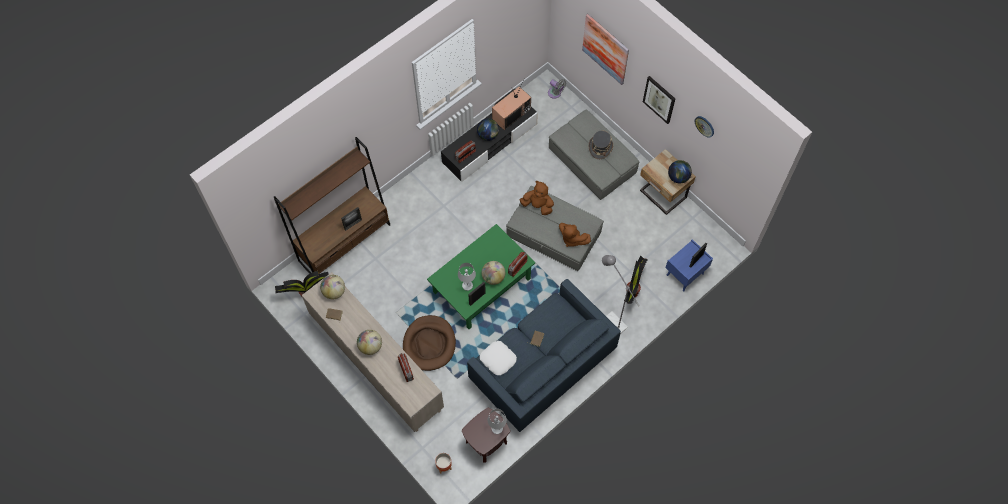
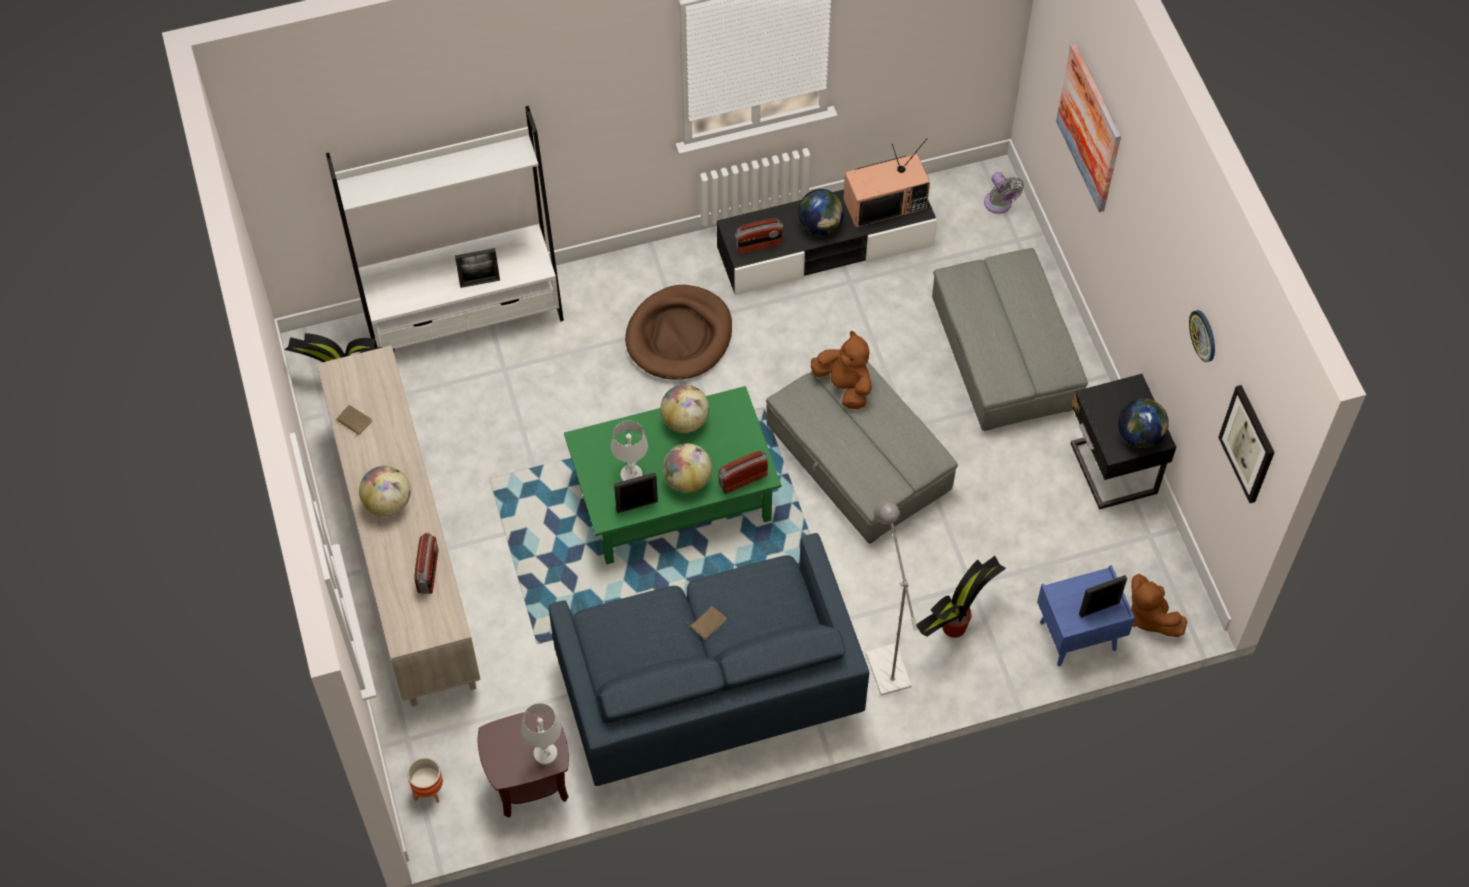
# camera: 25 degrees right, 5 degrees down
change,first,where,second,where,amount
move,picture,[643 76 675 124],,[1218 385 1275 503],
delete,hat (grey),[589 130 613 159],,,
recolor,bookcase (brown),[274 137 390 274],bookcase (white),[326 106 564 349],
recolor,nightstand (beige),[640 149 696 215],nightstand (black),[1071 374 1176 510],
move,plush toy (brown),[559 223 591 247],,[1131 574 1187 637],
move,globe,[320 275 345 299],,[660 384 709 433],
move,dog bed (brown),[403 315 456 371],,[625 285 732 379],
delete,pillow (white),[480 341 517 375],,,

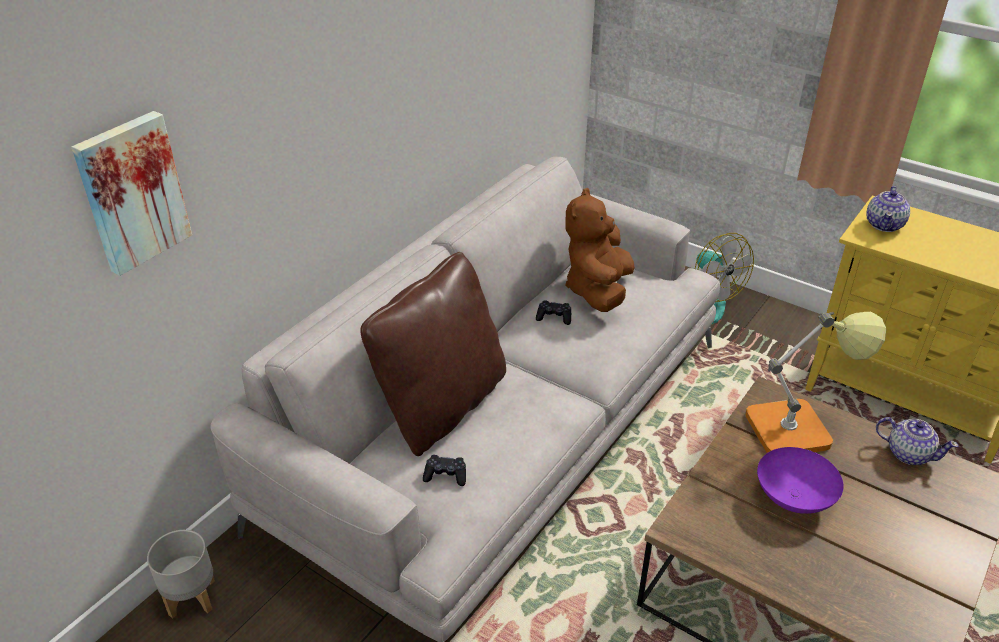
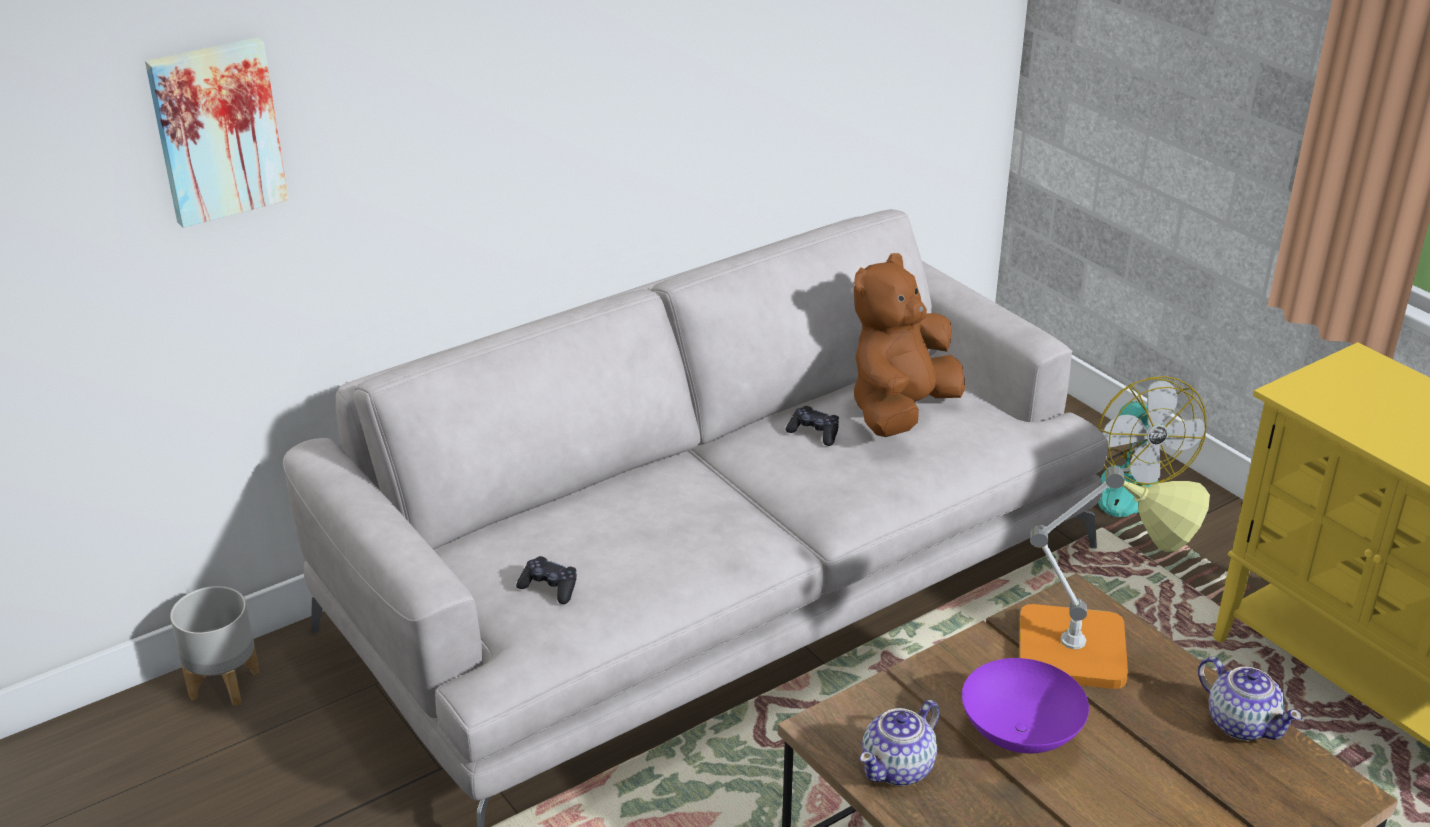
# camera: 20 degrees right, 5 degrees down
change,first,where,second,where,amount
move,teapot,[866 186 910 232],,[860 700 939 786],
delete,pillow (brown),[360 252 506 456],,,

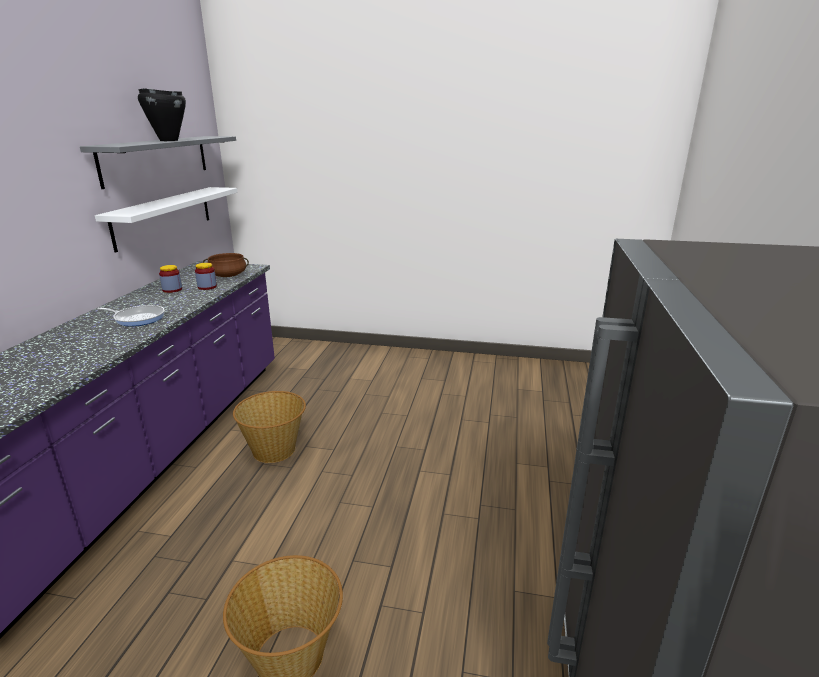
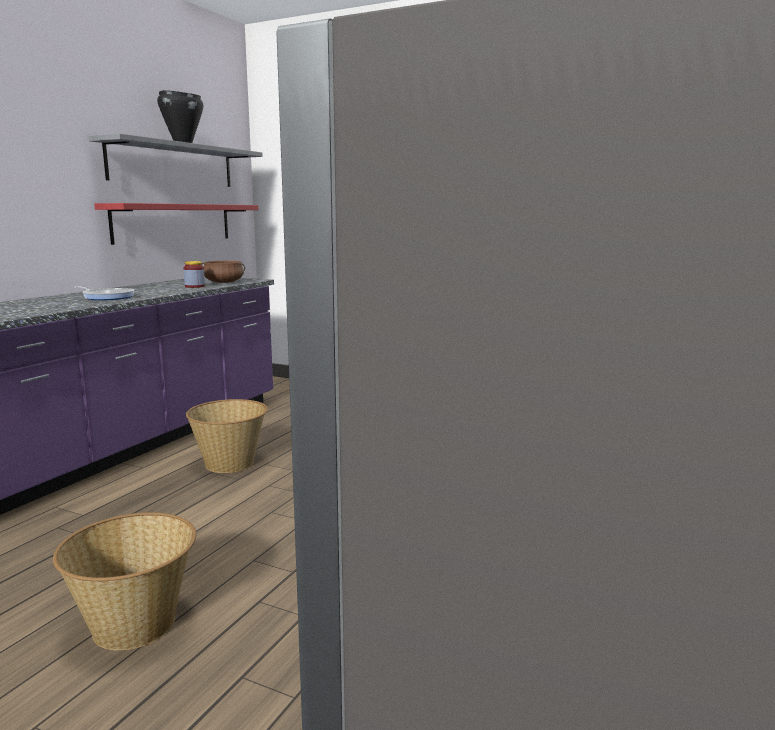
# camera: 15 degrees right, 10 degrees down
change,first,where,second,where,amount
recolor,shelf (white),[95 187 237 253],shelf (red),[94 203 259 245],
delete,jar,[159 265 182 293],,,

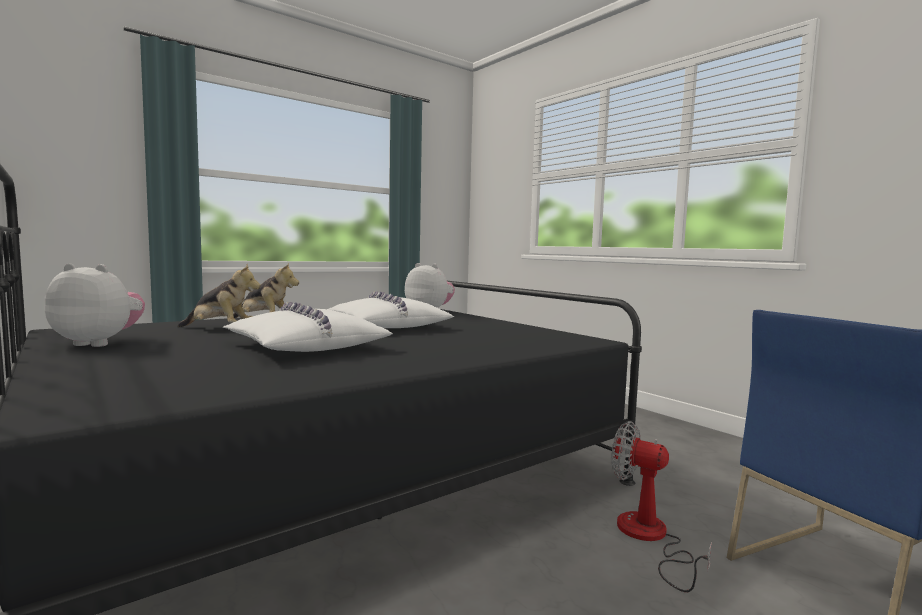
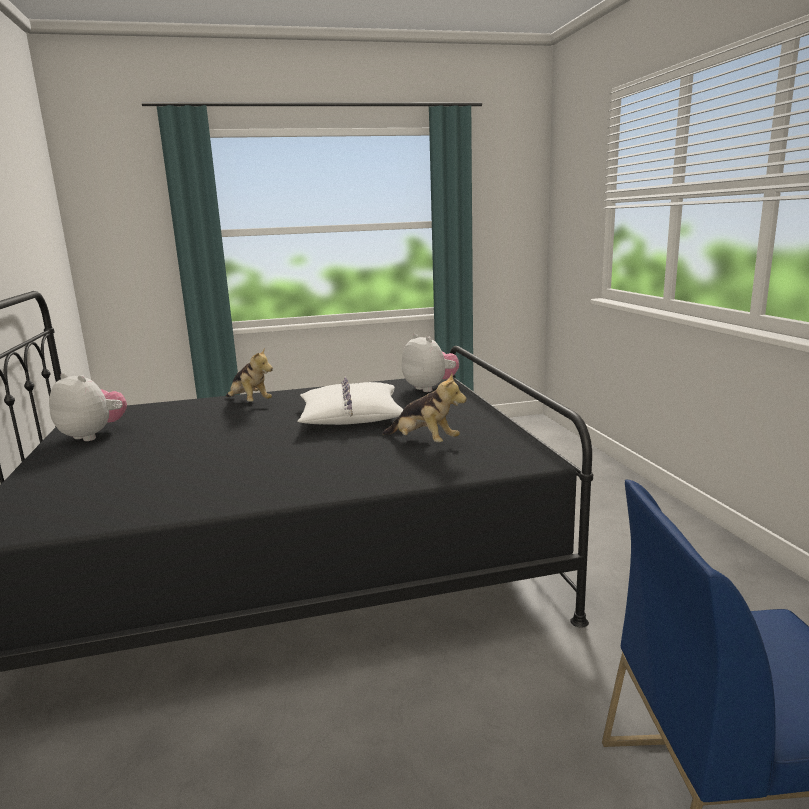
# camera: 25 degrees right, 10 degrees up
change,first,where,second,where,amount
move,plush toy,[178 264 261 327],,[382 373 467 442],
delete,pillow (white),[222 302 393 352],,,
delete,fan,[611 421 712 592],,,

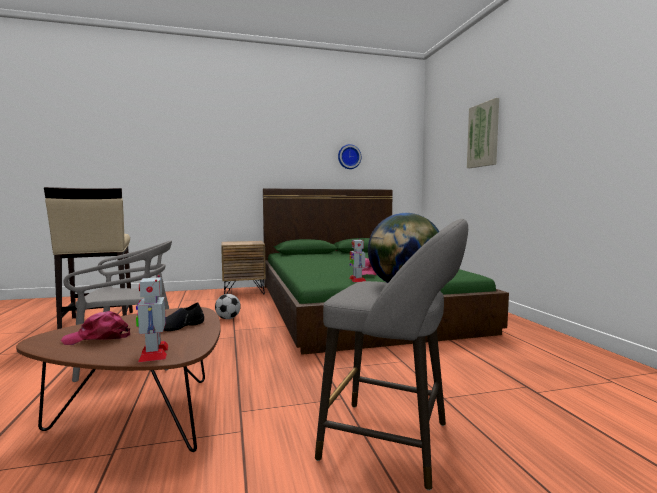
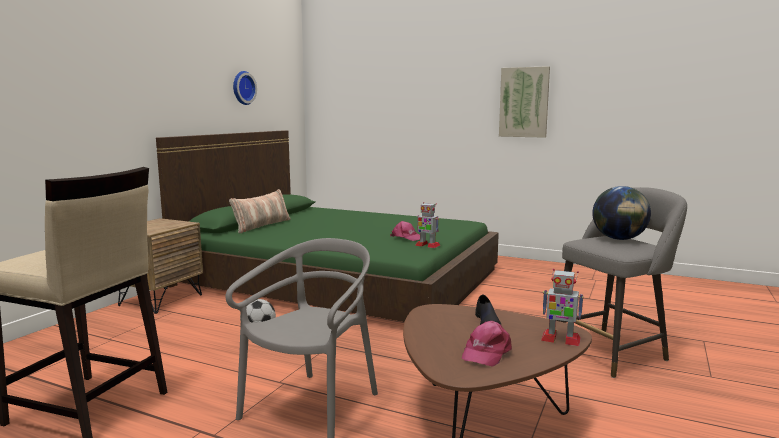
# camera: 50 degrees left, 5 degrees up
change,first,where,second,where,amount
move,picture,[467 98 499 168],,[499 66 550 138],
insert,,,pillow,[229 189 291 234],

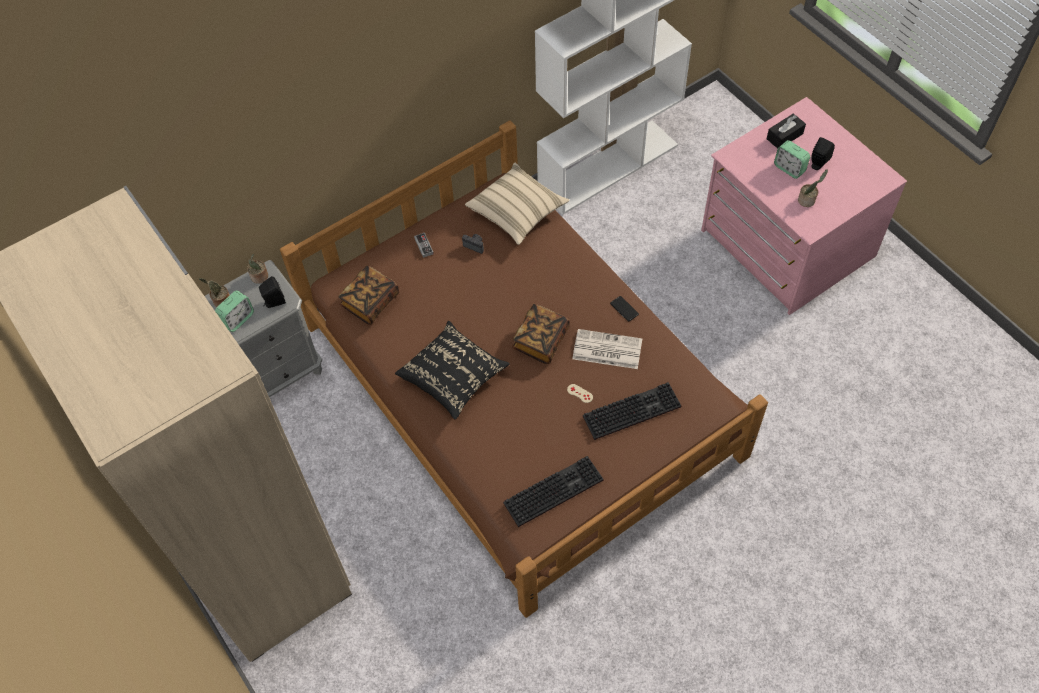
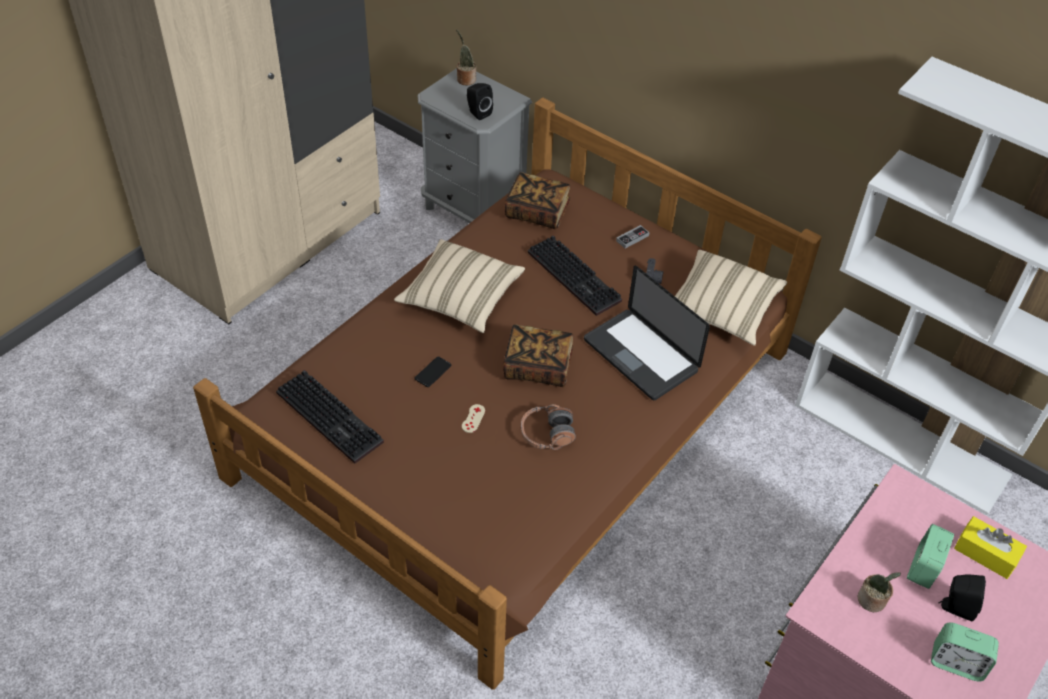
# camera: 70 degrees right, 10 degrees down
change,first,where,second,where,amount
recolor,tissue box (black),[767 114 806 149],tissue box (yellow),[954 516 1027 579],
delete,potted plant,[247 253 268 284],,,
move,alarm clock,[215 290 254 332],,[931 622 999 682],
move,phone,[610 296 639 321],,[414 357 452 387],
recolor,pillow (black),[395 321 510 419],pillow (beige),[394 239 525 333],
replace,newspaper,[572 329 643 369],headphones,[521 404 576 450],
move,keyboard,[583 382 681 440],,[528 235 622 316],
insert,,,laptop,[584 266 710 400],

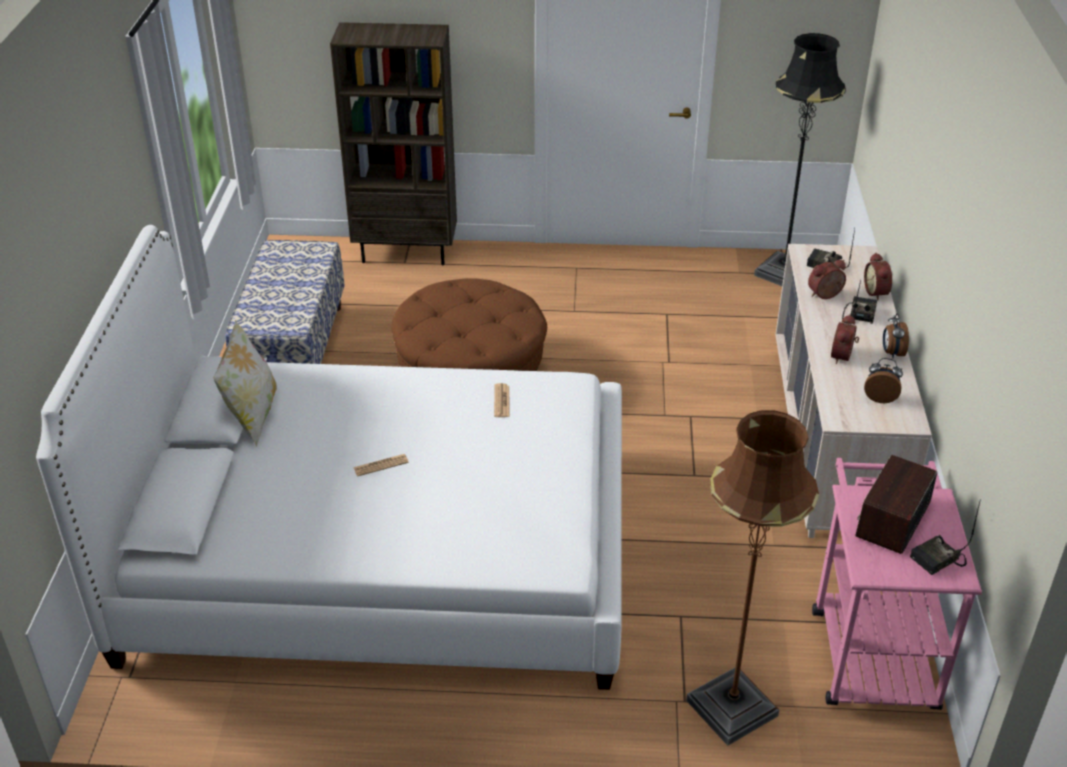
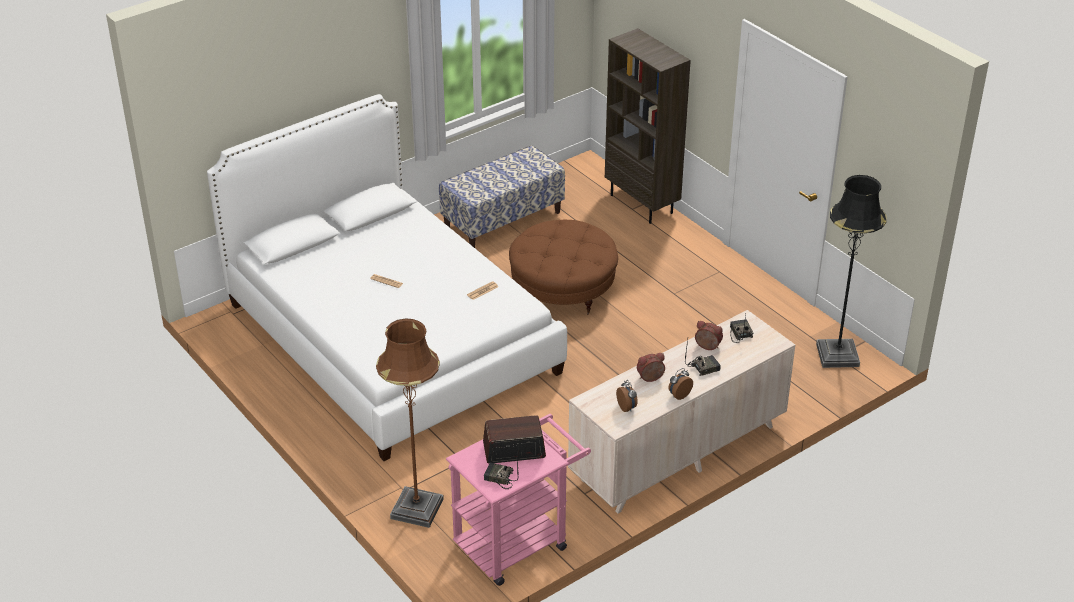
# camera: 50 degrees right, 0 degrees up
change,first,where,second,where,amount
delete,alarm clock,[864 252 892 300],,,
delete,pillow,[213 320 277 446],,,

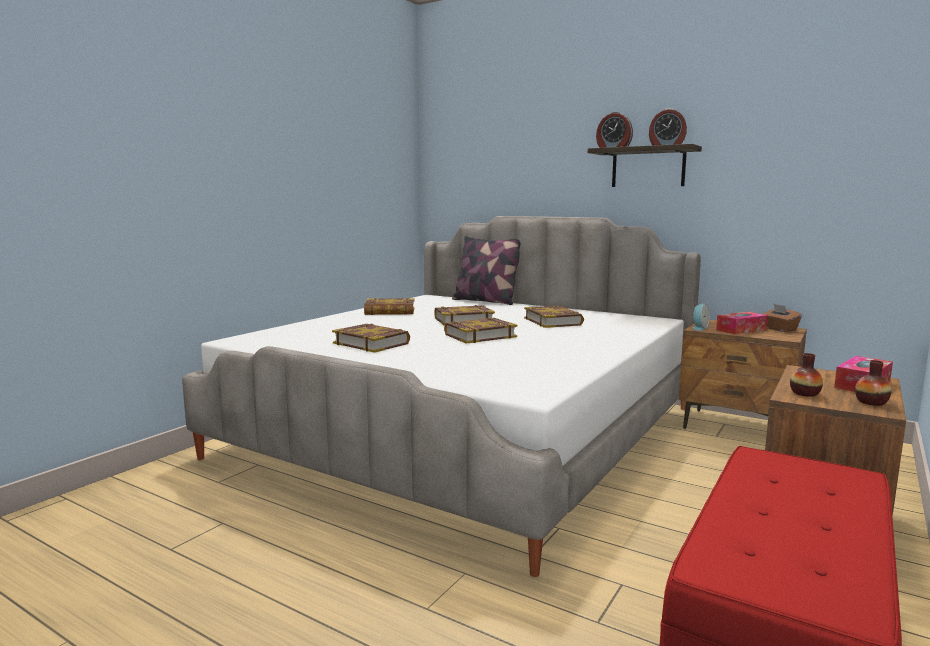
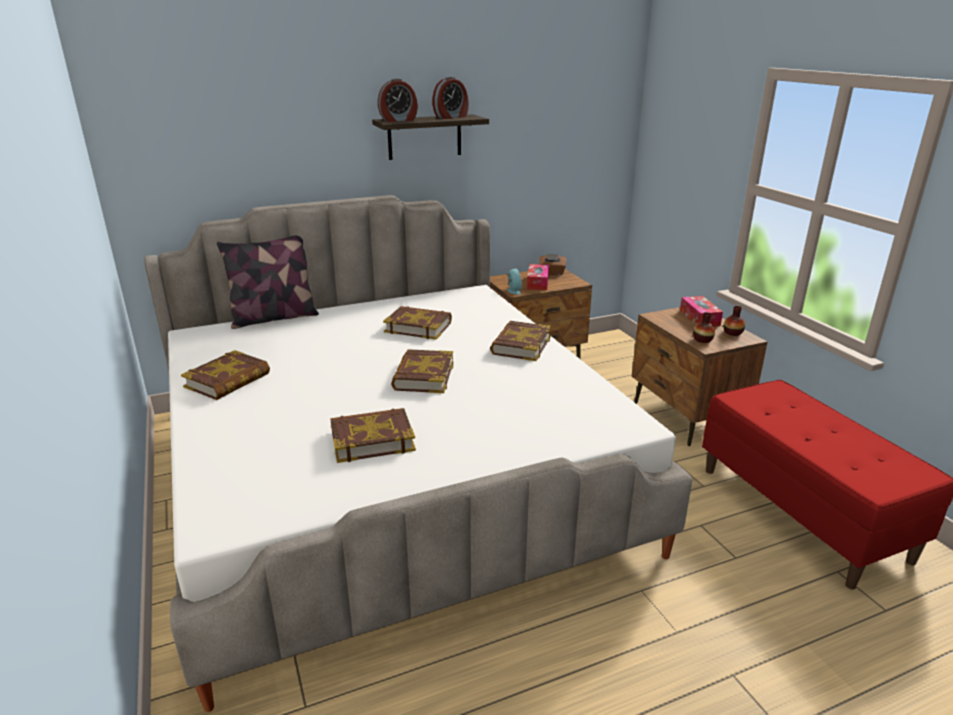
# camera: 55 degrees left, 15 degrees up
change,first,where,second,where,amount
move,book,[434 305 495 326],,[490 321 551 361],

